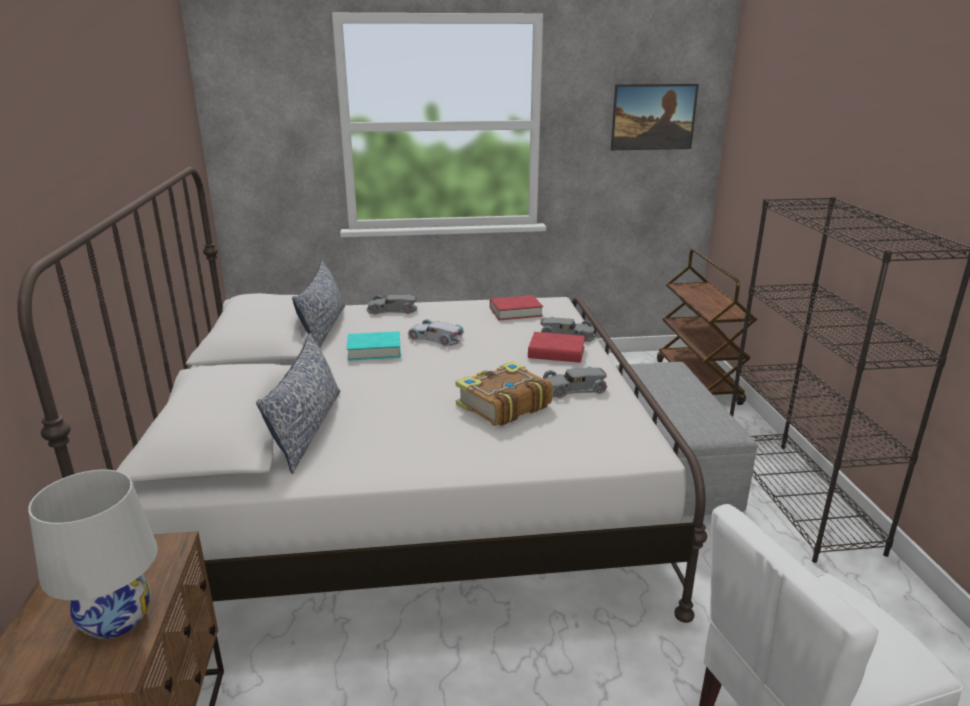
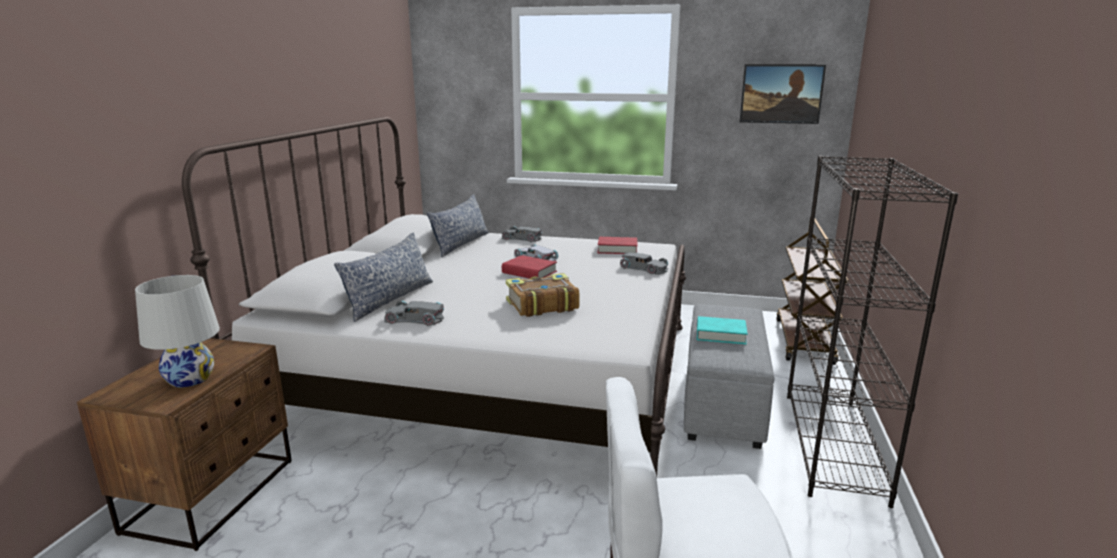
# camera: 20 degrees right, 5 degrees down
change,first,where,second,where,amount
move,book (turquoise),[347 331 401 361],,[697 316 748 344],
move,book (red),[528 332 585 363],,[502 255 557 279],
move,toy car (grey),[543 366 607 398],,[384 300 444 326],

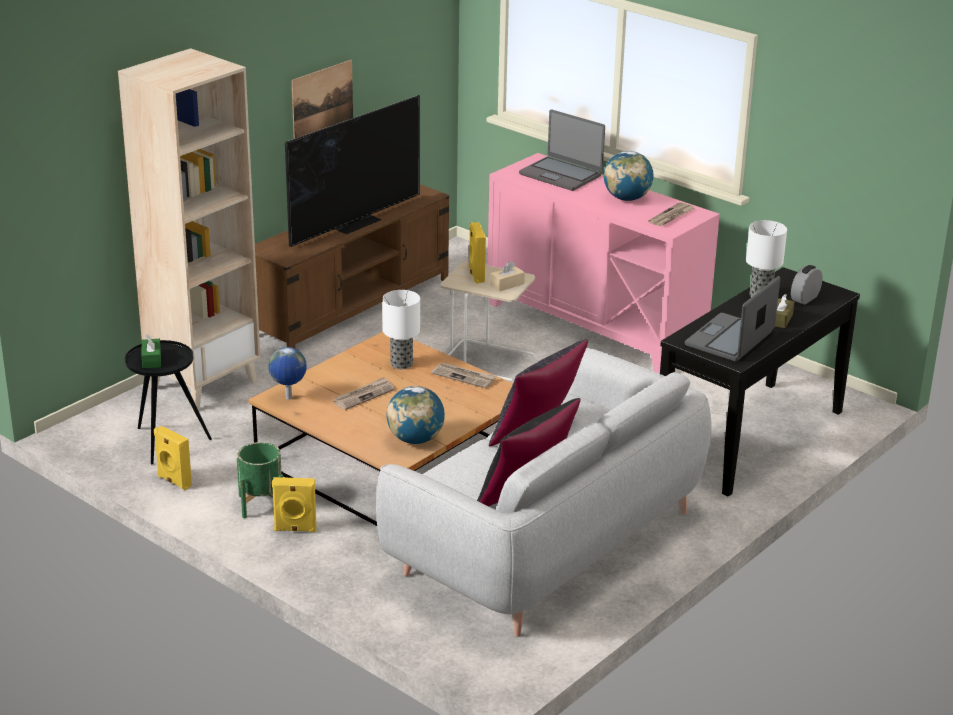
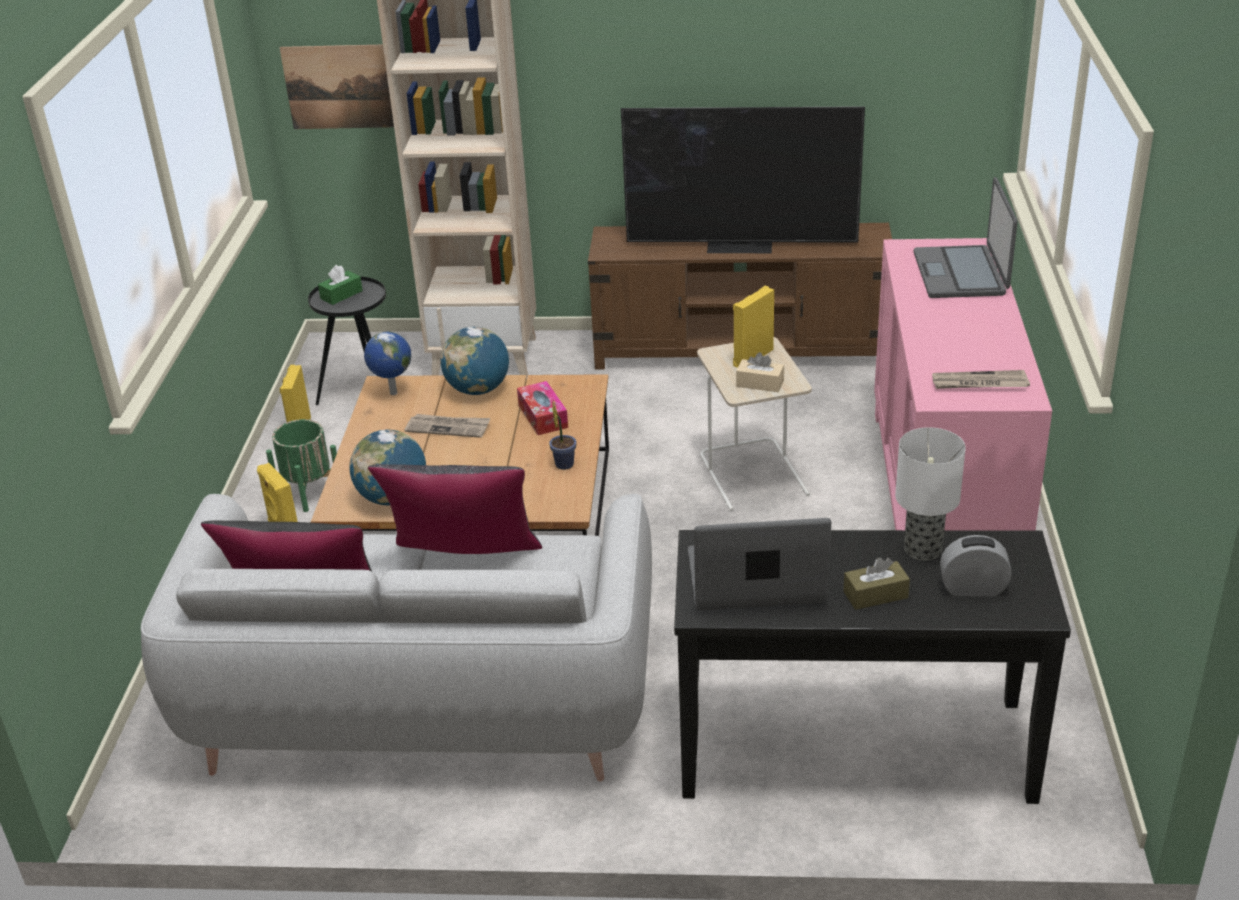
# camera: 55 degrees right, 5 degrees up
change,first,where,second,where,amount
move,picture,[292 60 353 139],,[280 45 394 129],
move,globe,[604 151 653 201],,[440 327 509 395],
replace,table lamp,[383 290 420 369],tissue box,[517 381 568 435],
replace,newspaper,[431 363 497 389],potted plant,[549 400 576 470],

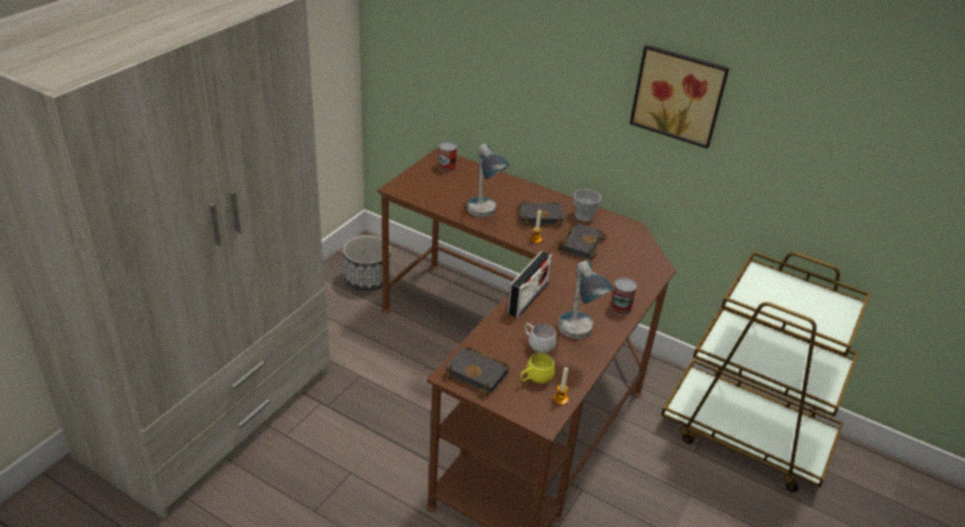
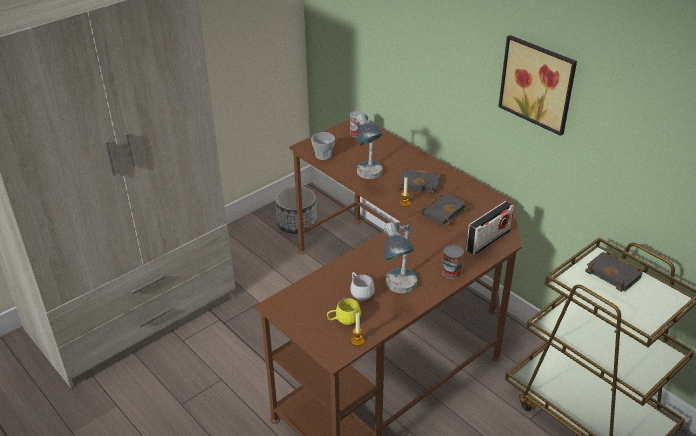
# camera: 20 degrees right, 0 degrees up
change,first,where,second,where,amount
move,cup,[574 189 601 222],,[311 132 335 160],
move,radio,[507 251 552 318],,[466 201 514 255],
move,book (black),[444 346 510 395],,[585 252 643 292],

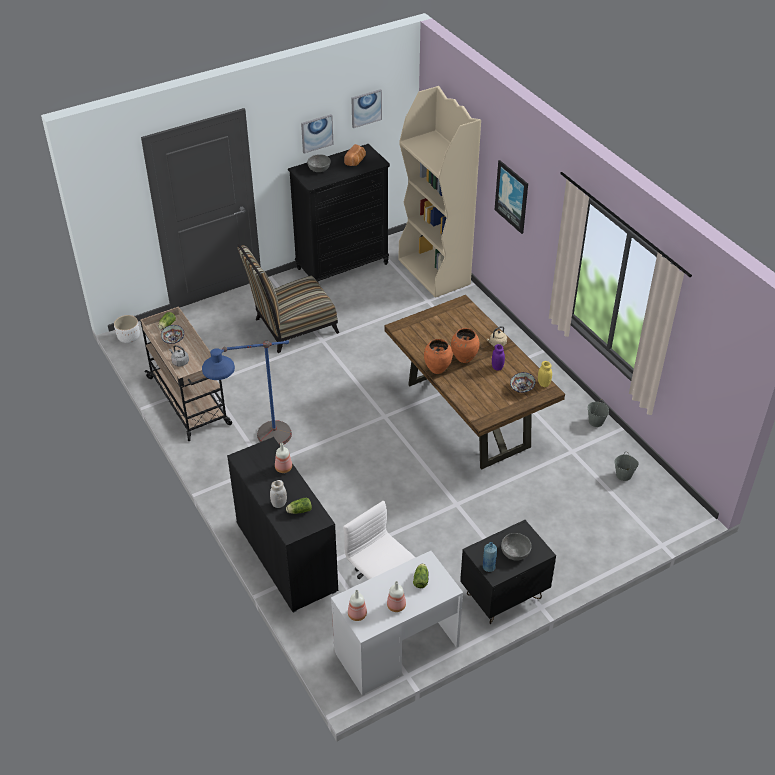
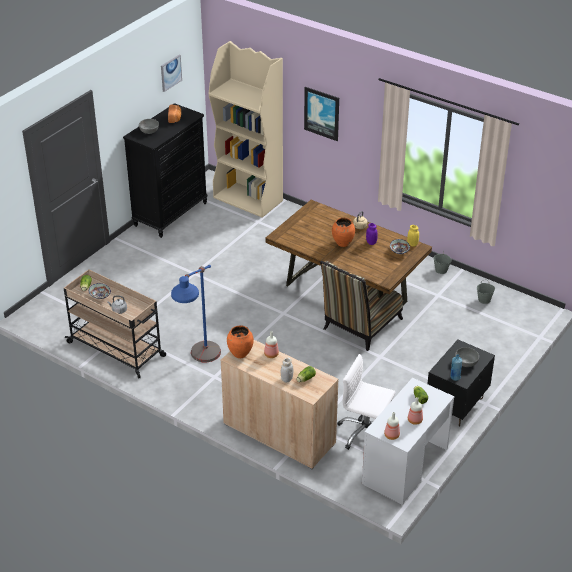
# camera: 25 degrees left, 5 degrees down
change,first,where,second,where,amount
delete,picture,[301 114 334 154],,,
move,chair,[237 244 340 353],,[320 261 403 351],
delete,planter (white),[114 315 140 343],,,
move,vase (orange),[424 339 453 374],,[227 325 254 358],
recolor,cabinet (black),[227 437 338 613],cabinet (beige),[220 340 338 469],

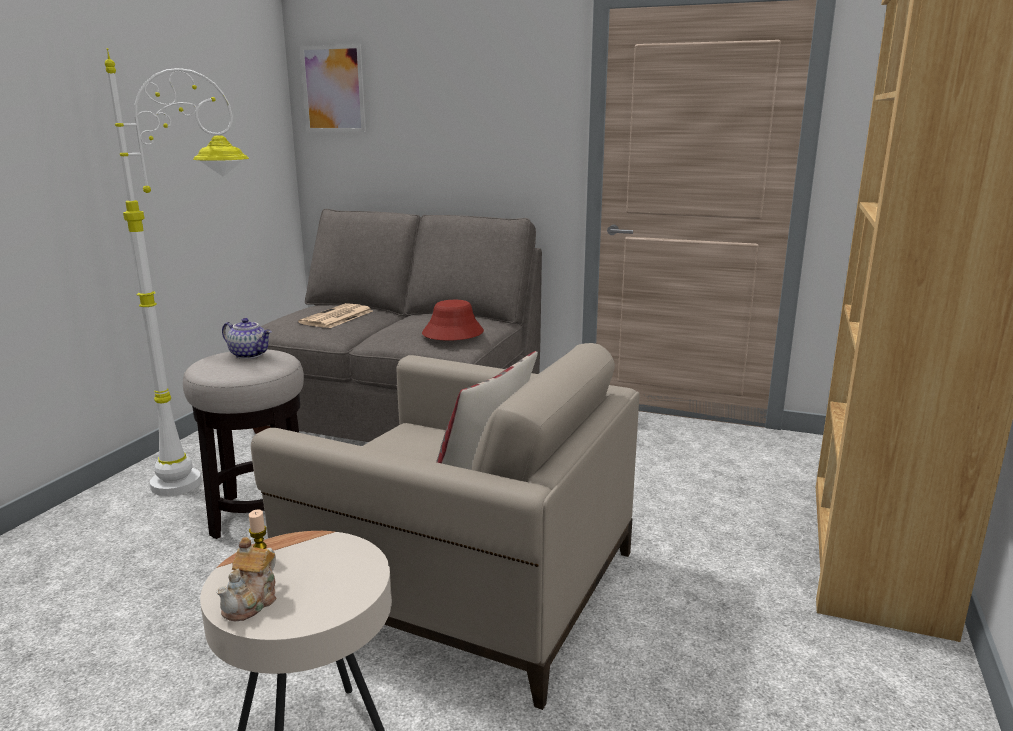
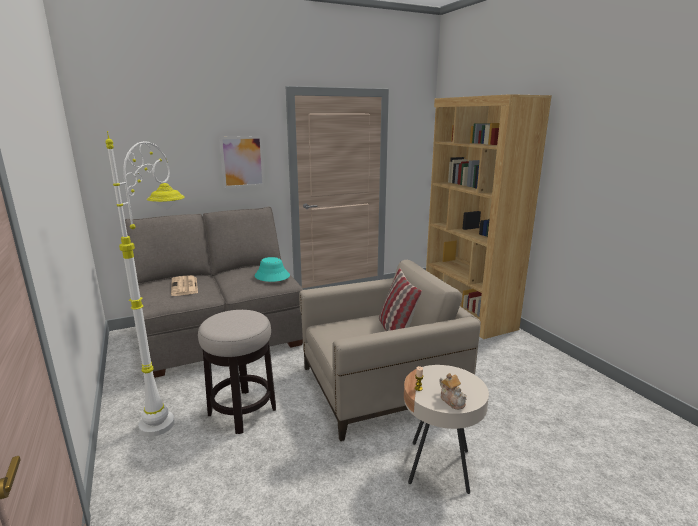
# camera: 45 degrees left, 0 degrees up
change,first,where,second,where,amount
move,picture,[300 44 366 132],,[220 136 265 188],
recolor,hat (red),[422 300 484 341],hat (turquoise),[255 257 290 282],
delete,teapot,[222 318 272 359],,,

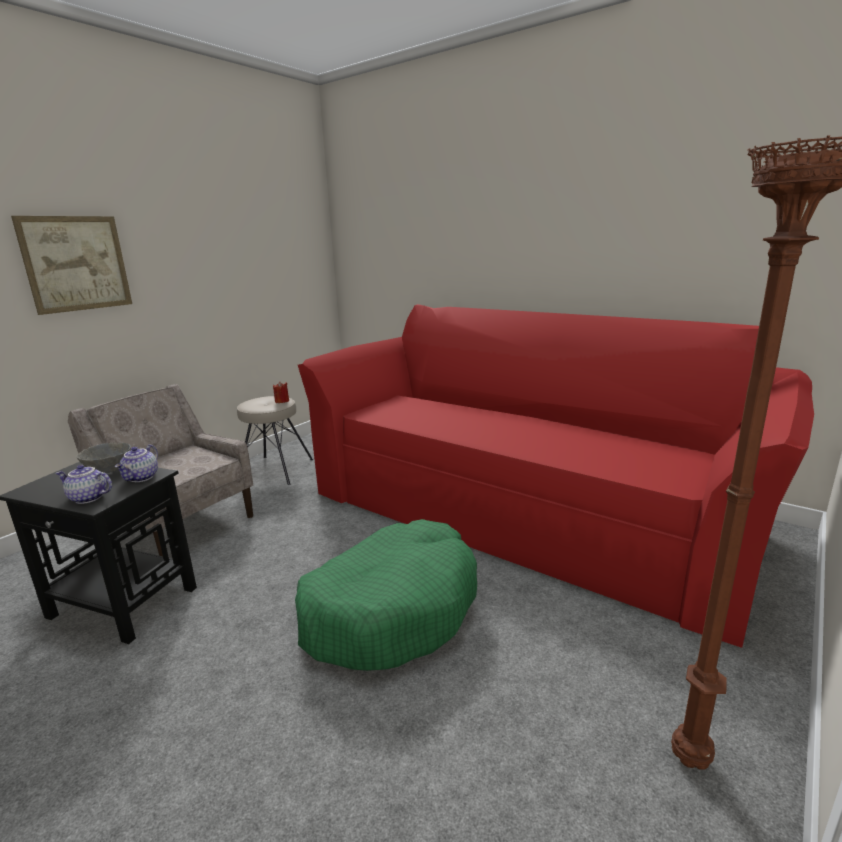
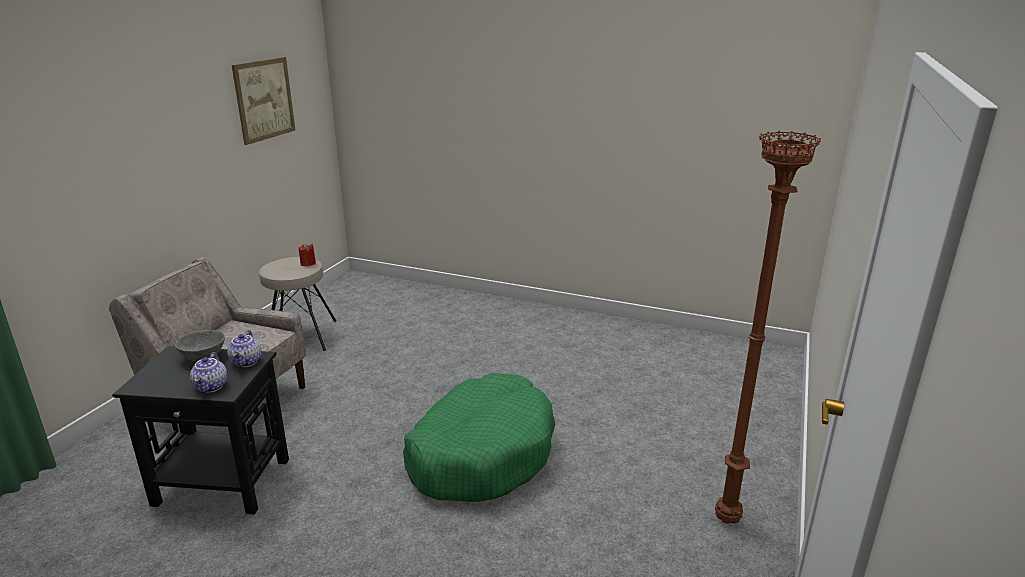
# camera: 15 degrees left, 5 degrees up
change,first,where,second,where,amount
move,picture,[11 216 132 315],,[232 57 295 145],
delete,sofa (red),[298 304 814 648],,,
rotate,teapot,[56 465 112 504],,[190 352 227 393],90 degrees counterclockwise

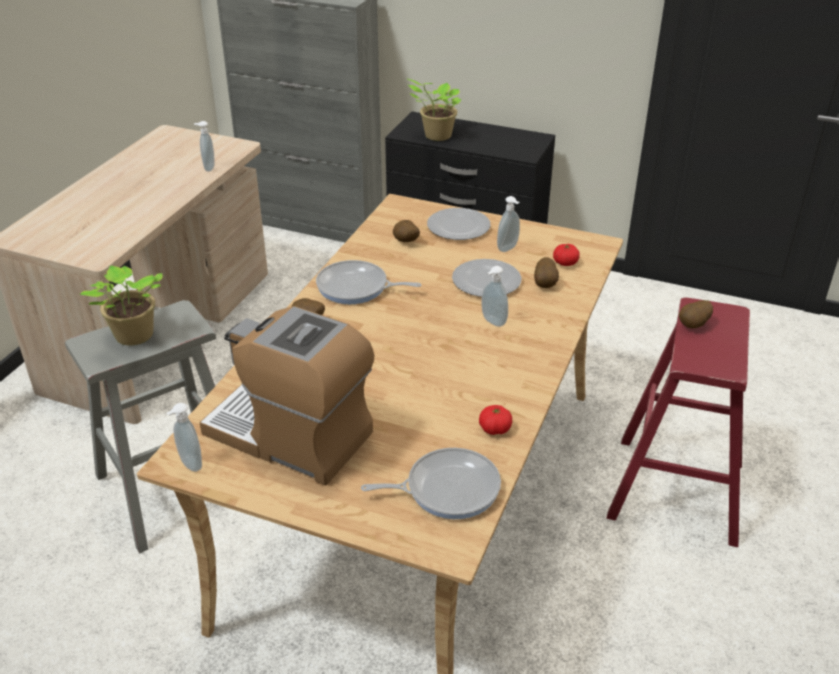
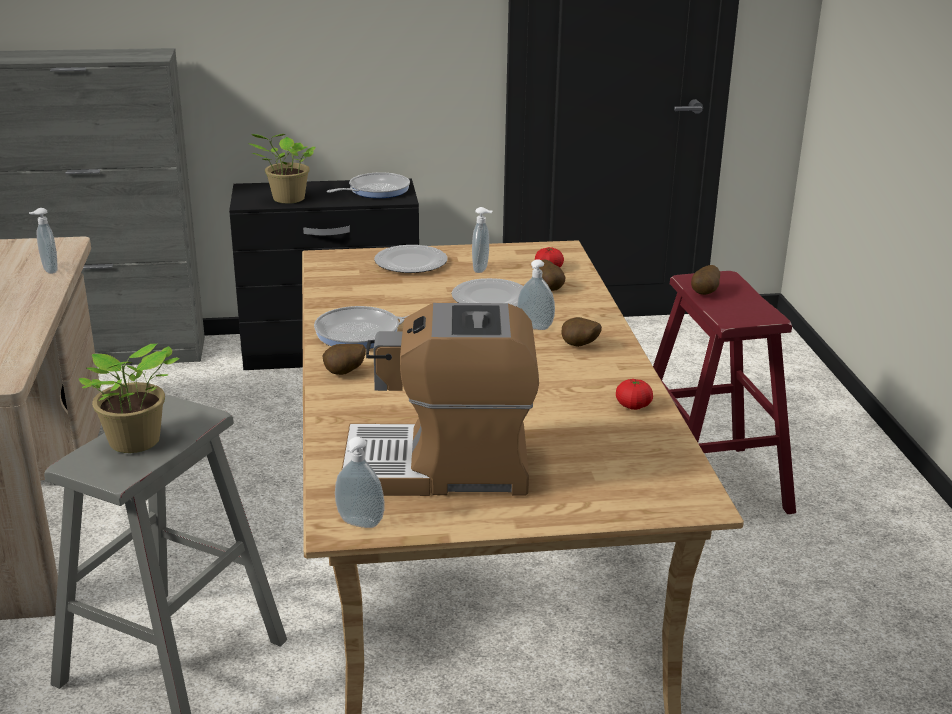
# camera: 30 degrees left, 10 degrees down
change,first,where,second,where,amount
move,potato,[393 220 420 242],,[561 317 602 347],
move,frying pan,[361 448 501 519],,[327 172 410 198],

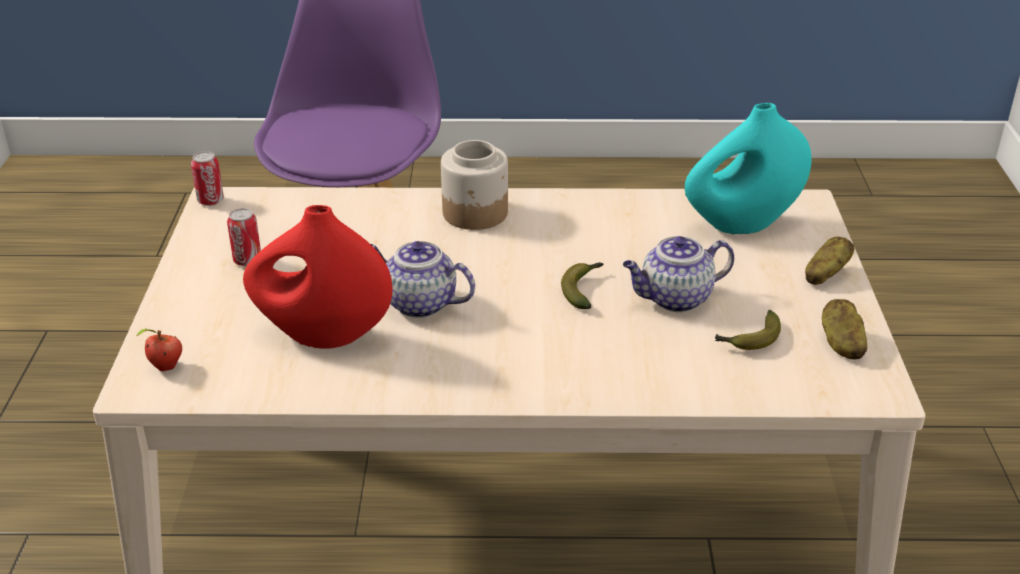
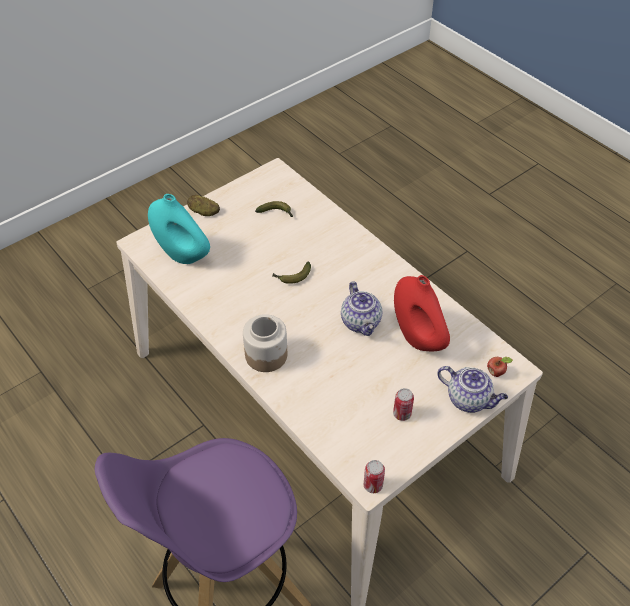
# camera: 130 degrees left, 15 degrees up
change,first,where,second,where,amount
move,teapot,[623 236 734 313],,[438 366 508 413],
delete,potato,[822 299 868 360],,,

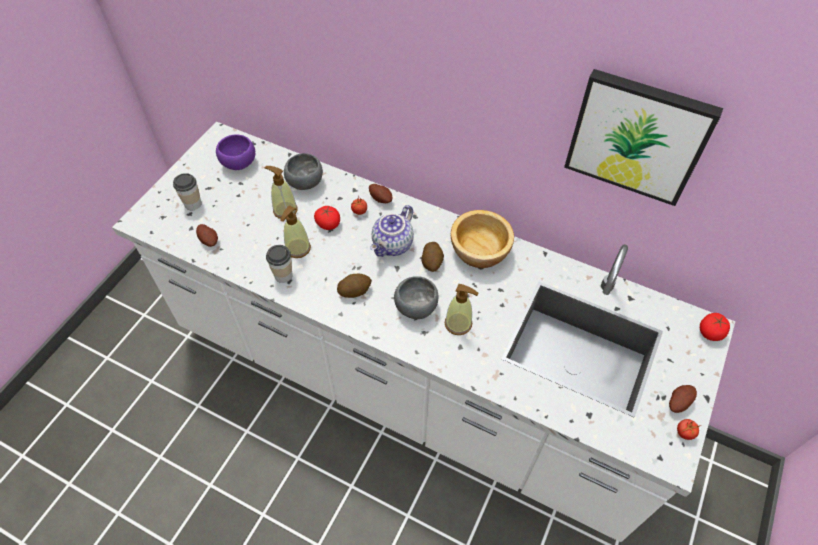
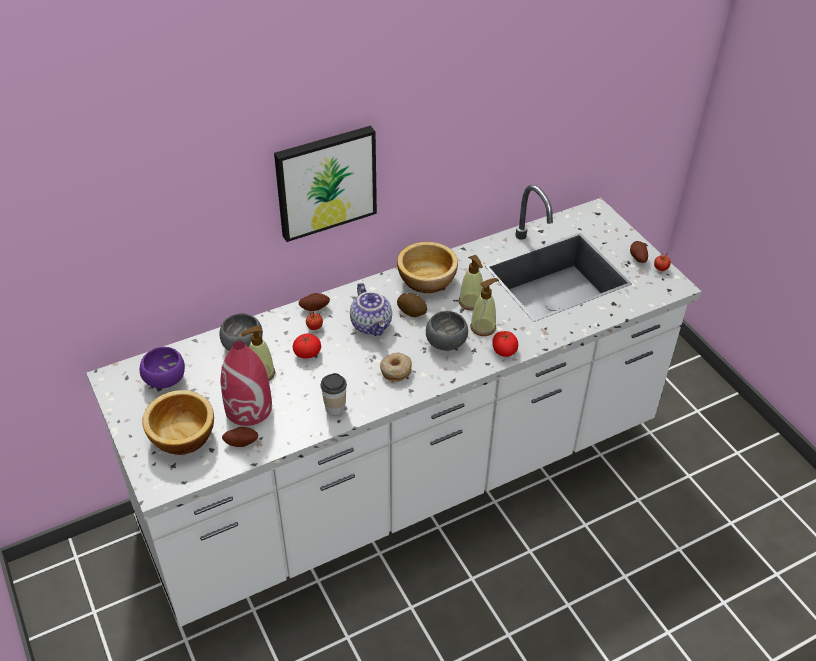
# camera: 55 degrees left, 10 degrees down
change,first,where,second,where,amount
move,picture,[564 69 723 206],,[274 126 377 242],
replace,cup,[173 173 202 210],bowl,[142 390 214 455],
move,soap dispenser,[280 206 311 258],,[459 255 483 311],
replace,potato,[337 274 372 298],donut,[380 352 412 382],
move,tomato,[700 313 730 341],,[492 331 518 357],
insert,,,vase (red),[221 341 272 426],

